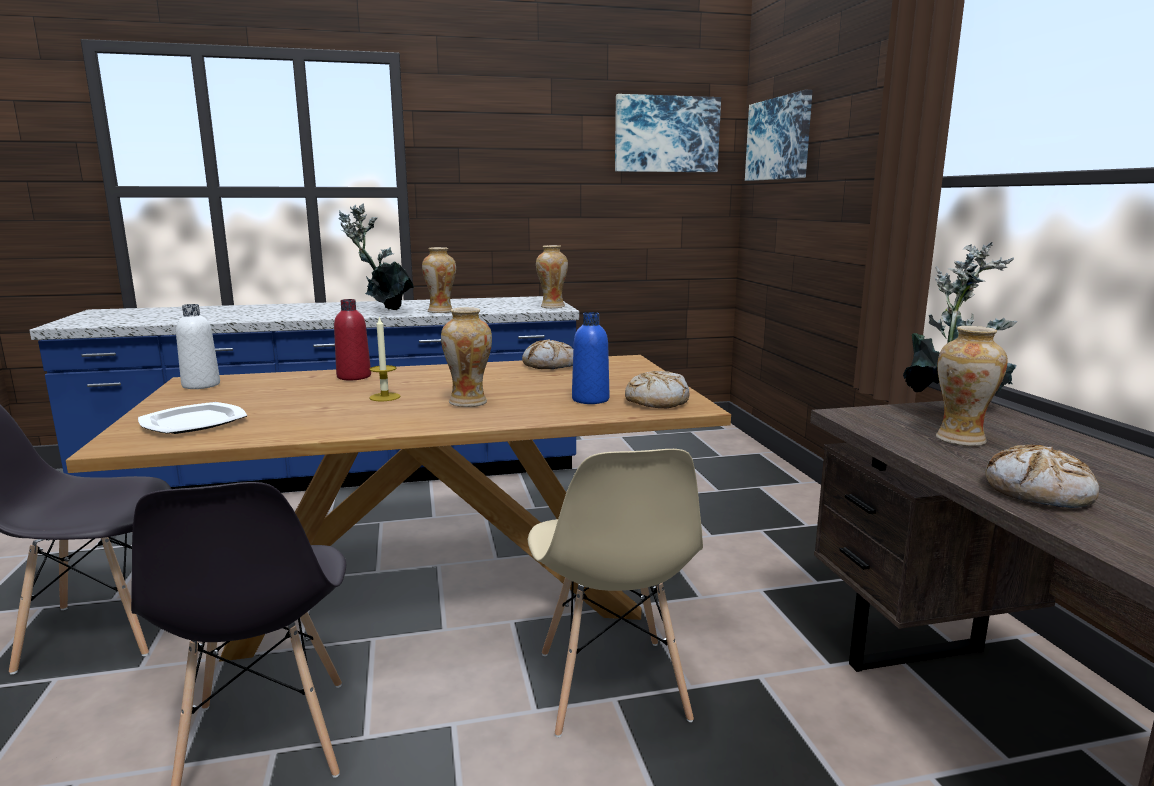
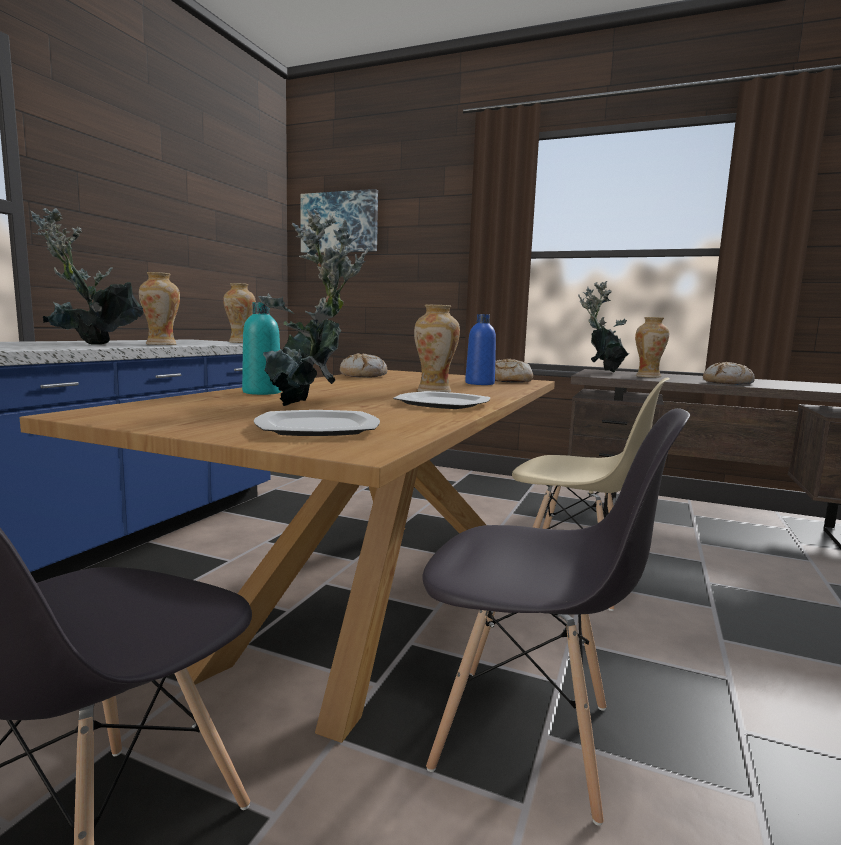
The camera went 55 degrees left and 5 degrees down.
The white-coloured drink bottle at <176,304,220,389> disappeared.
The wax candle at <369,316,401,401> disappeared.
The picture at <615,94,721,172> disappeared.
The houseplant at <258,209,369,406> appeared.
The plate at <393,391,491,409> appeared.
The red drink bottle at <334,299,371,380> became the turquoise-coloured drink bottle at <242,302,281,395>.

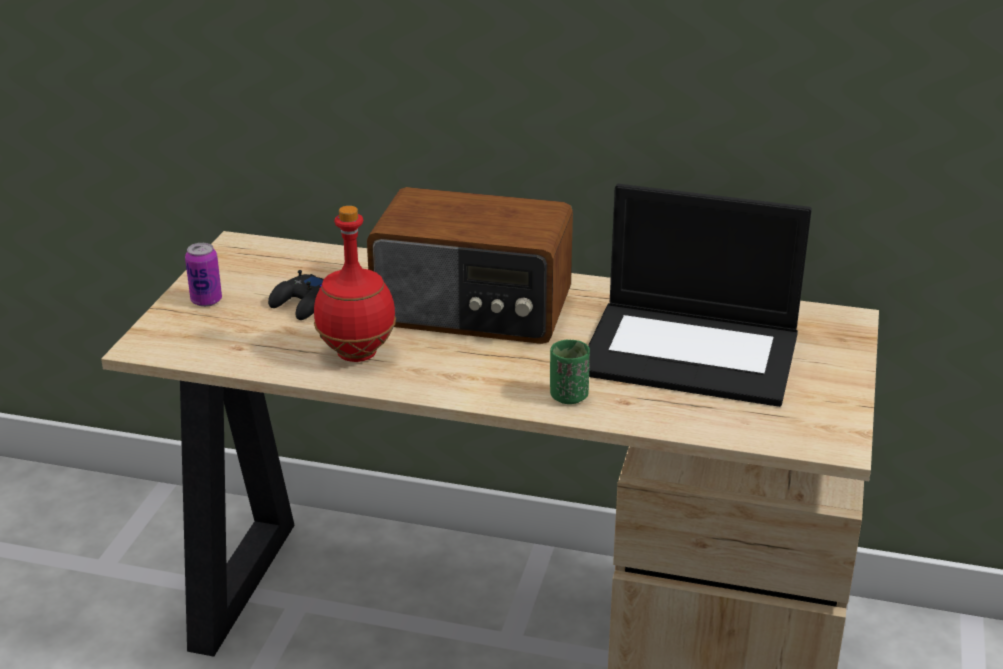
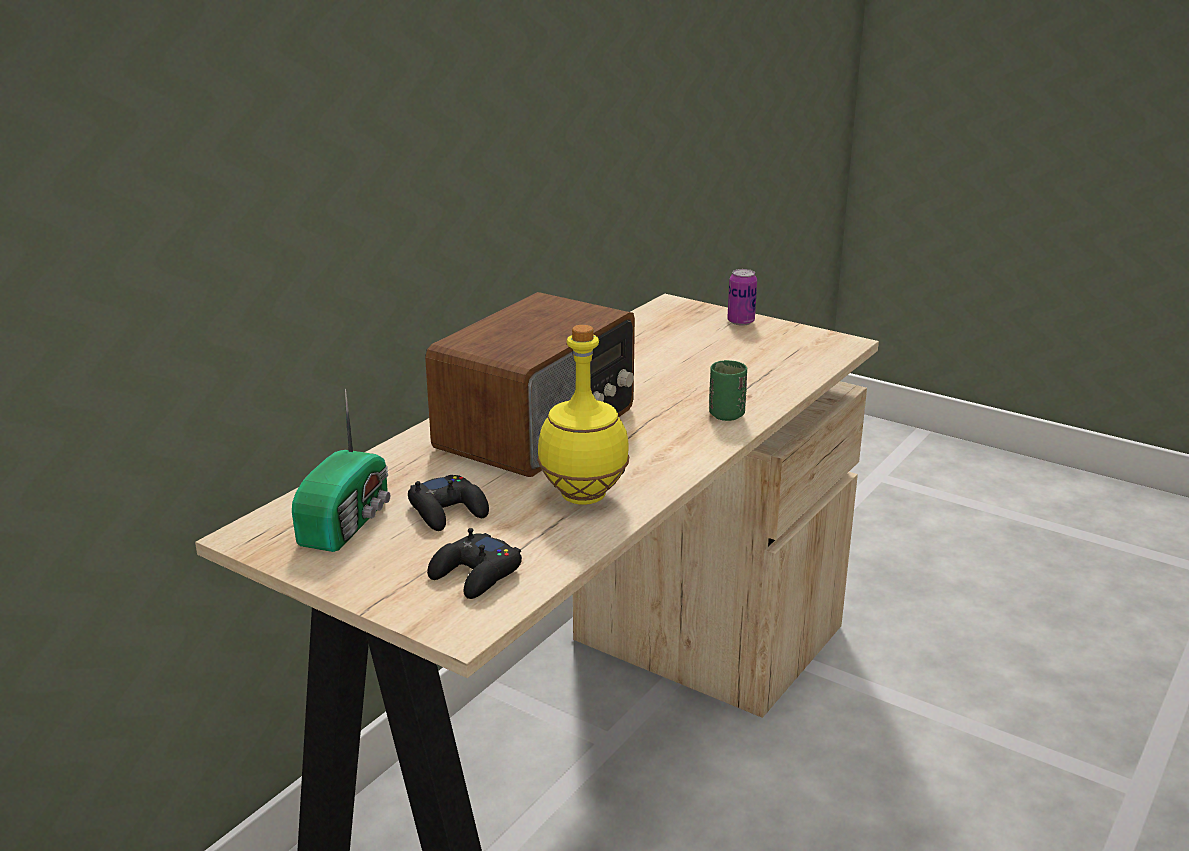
The camera went 70 degrees left and 5 degrees down.
The portable computer at <588,184,812,407> disappeared.
The radio receiver at <292,389,390,552> appeared.
The blackish joypad at <427,528,522,599> appeared.
The metal can moved from <185,243,222,307> to <727,269,757,326>.
The red drink bottle at <314,206,396,362> became the yellow-coloured drink bottle at <537,325,629,505>.

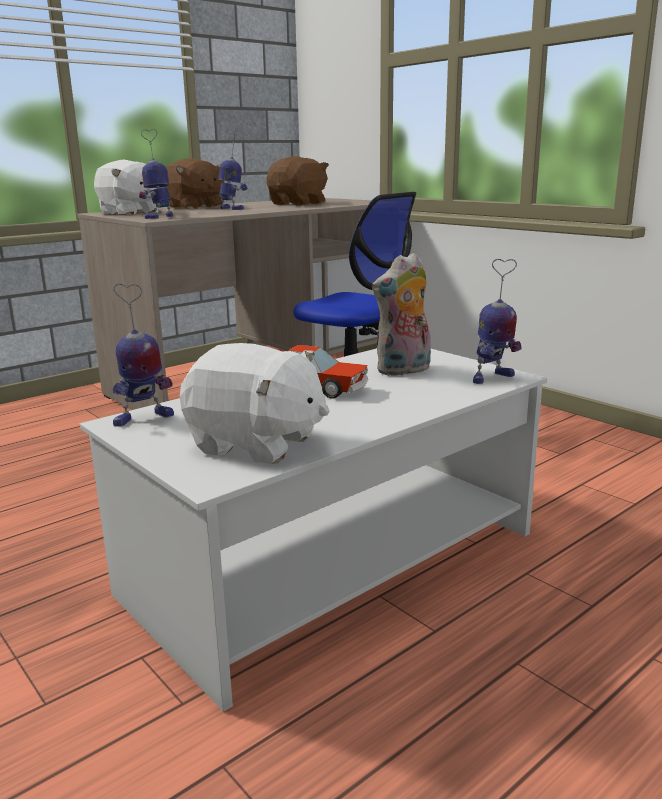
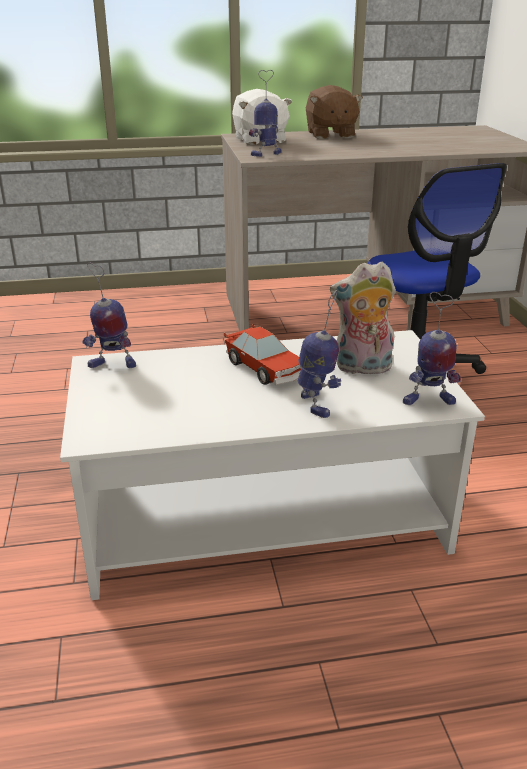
The camera went 30 degrees right and 10 degrees up.
The white-coloured plush toy at <180,343,329,464> disappeared.
The brown-coloured plush toy at <266,156,329,206> disappeared.
The model robot moved from <218,131,247,210> to <297,290,341,418>.

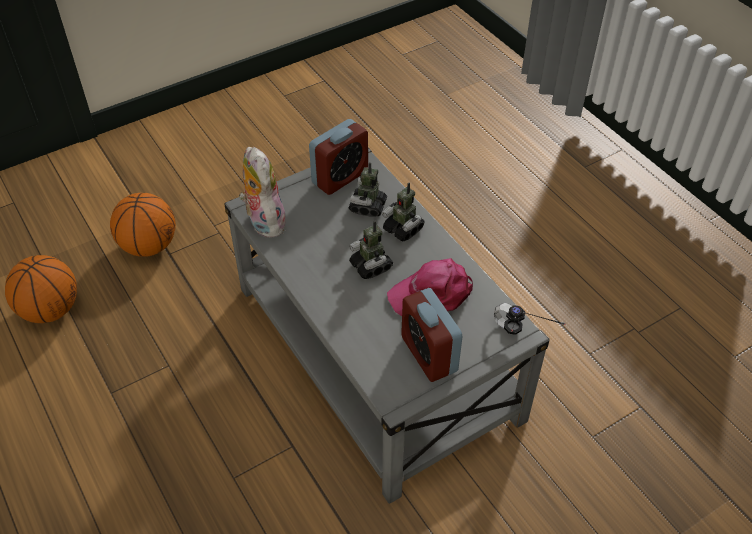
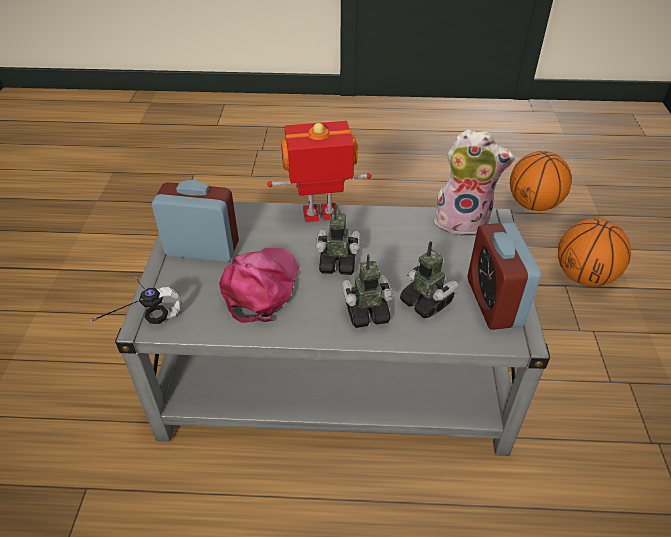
The camera went 125 degrees right and 5 degrees down.
The model robot at <267,121,372,222> appeared.

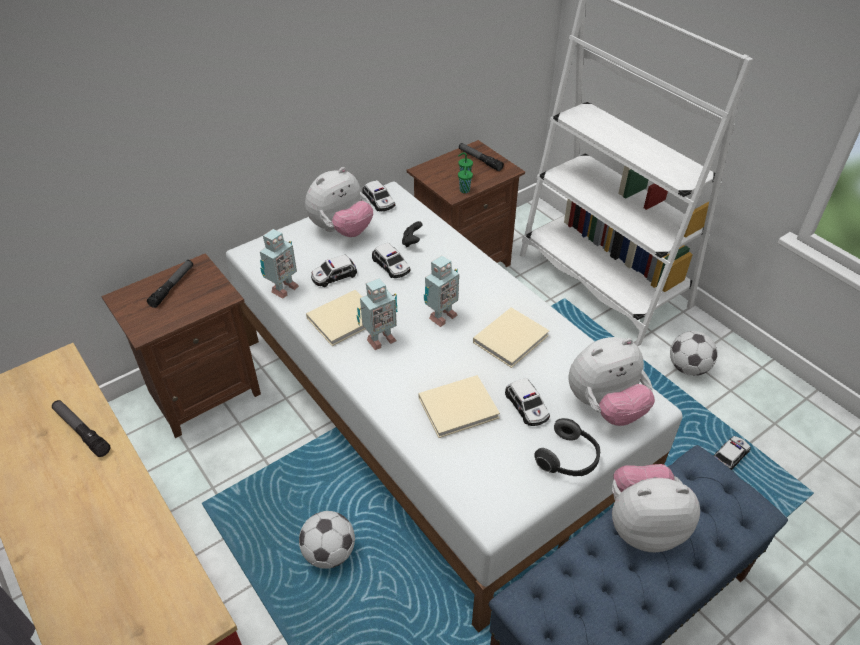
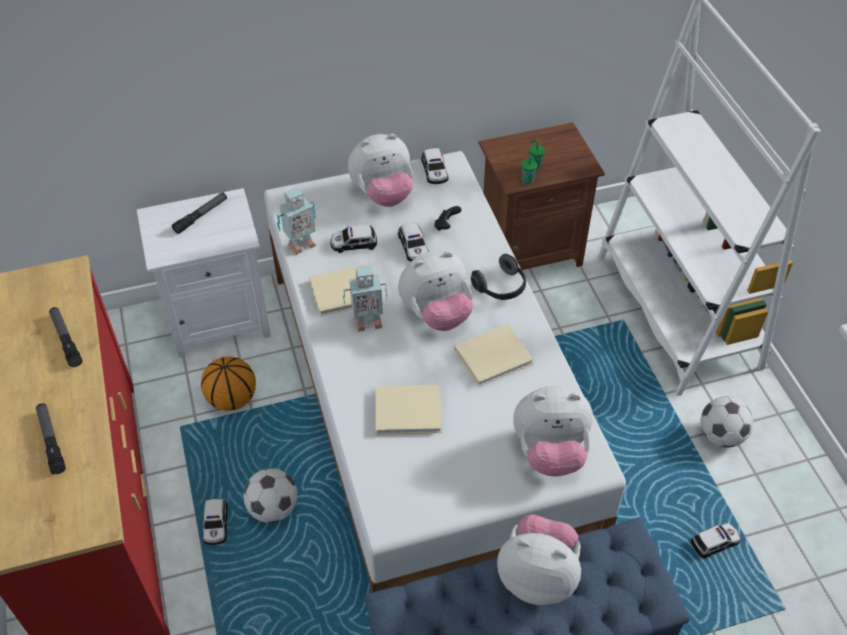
The camera went 20 degrees right and 5 degrees up.
The ball for basketball at <201,356,256,411> appeared.
The torch moved from <459,143,504,171> to <36,403,66,474>.
The toy car moved from <505,378,550,426> to <202,499,228,545>.
The headset moved from <534,418,600,476> to <471,254,526,300>.
The model robot at <424,255,459,327> was replaced by the plush toy at <398,251,473,331>.
The brown-coloured nightstand at <101,253,261,438> became the white-coloured nightstand at <137,188,271,358>.

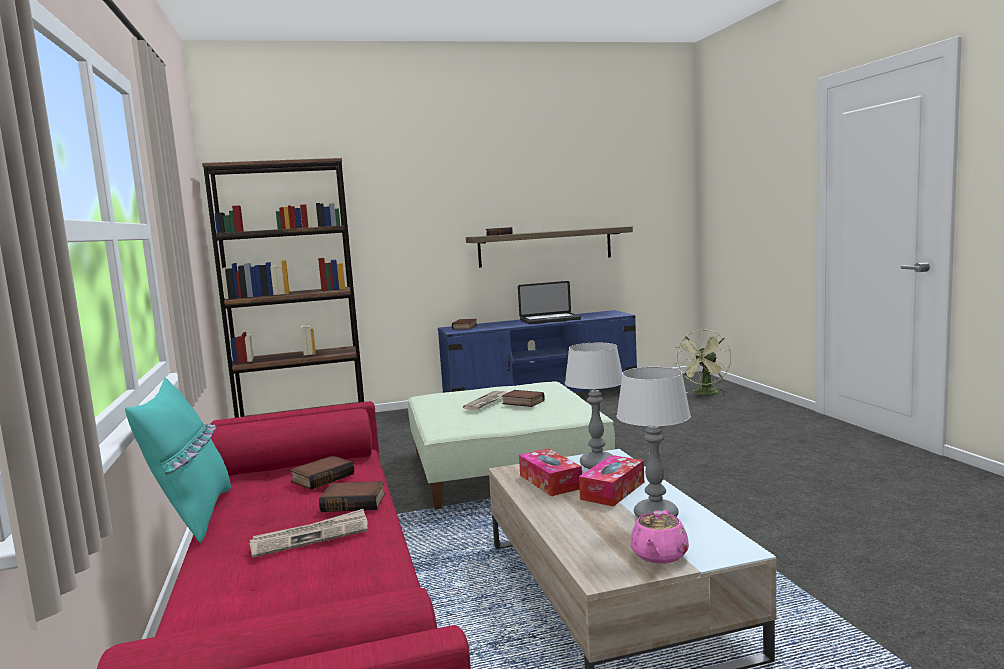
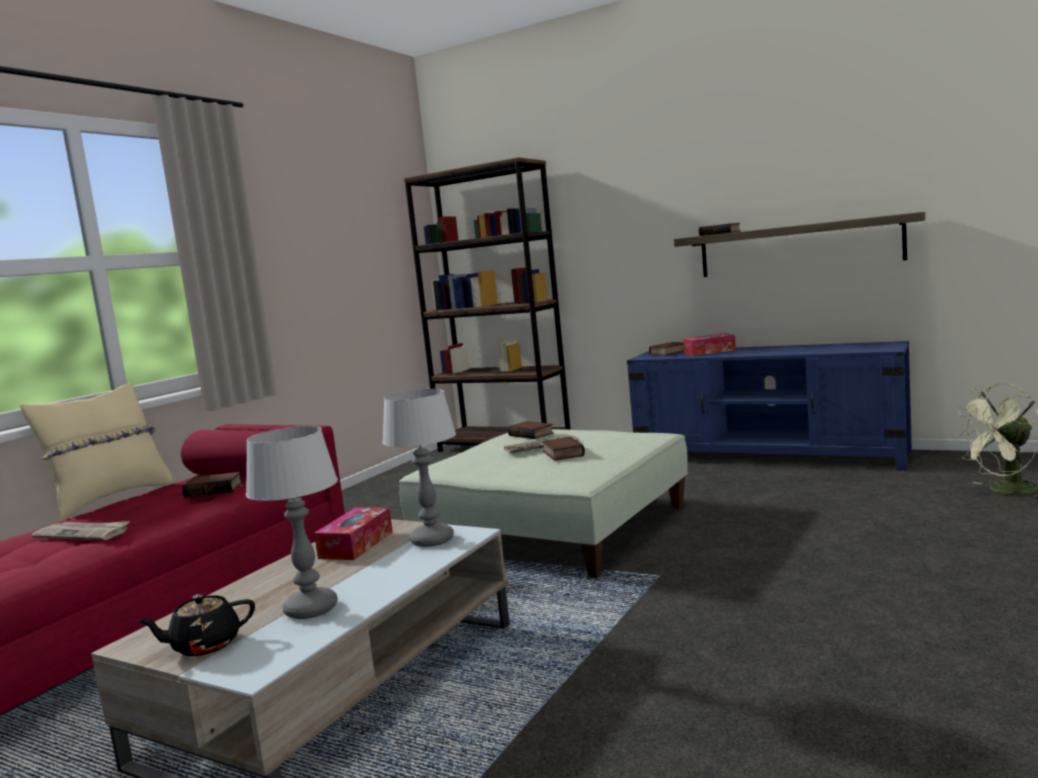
The camera went 45 degrees right and 0 degrees up.
The portable computer at <518,281,581,324> disappeared.
The bound book moved from <319,481,385,512> to <508,421,554,439>.
The tissue box moved from <579,455,644,507> to <683,333,736,356>.
The turquoise-coloured throw pillow at <125,378,231,543> became the sand-coloured throw pillow at <20,383,173,519>.
The pink pot for tea at <630,510,689,564> became the blackish pot for tea at <137,594,255,656>.

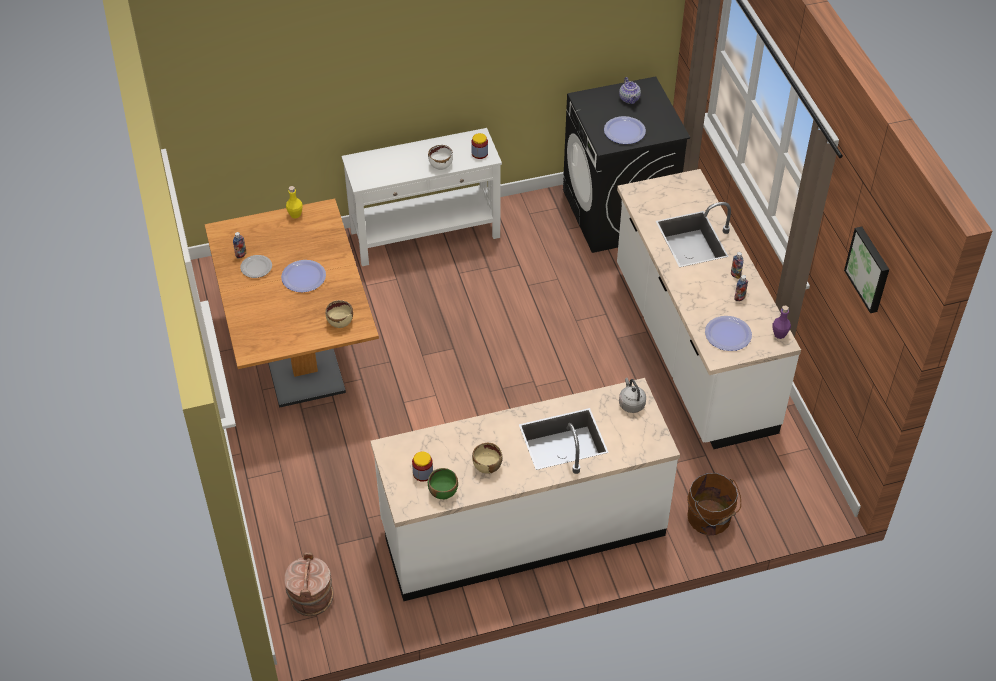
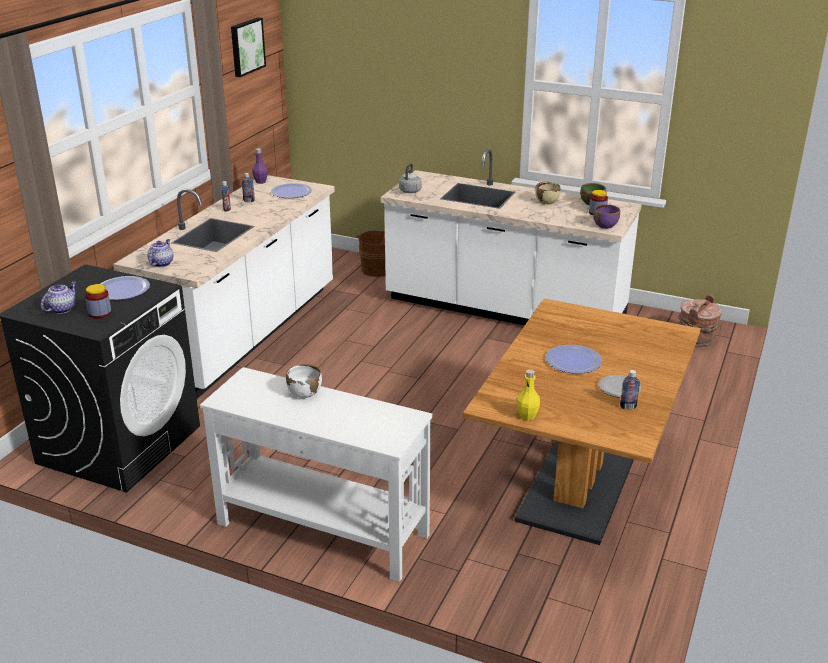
The camera went 140 degrees left and 20 degrees down.
The sand-coloured bowl at <325,300,353,328> disappeared.
The pot for tea at <147,239,173,267> appeared.
The purplish bowl at <593,204,620,229> appeared.
The storage jar moved from <471,133,488,159> to <85,284,111,318>.

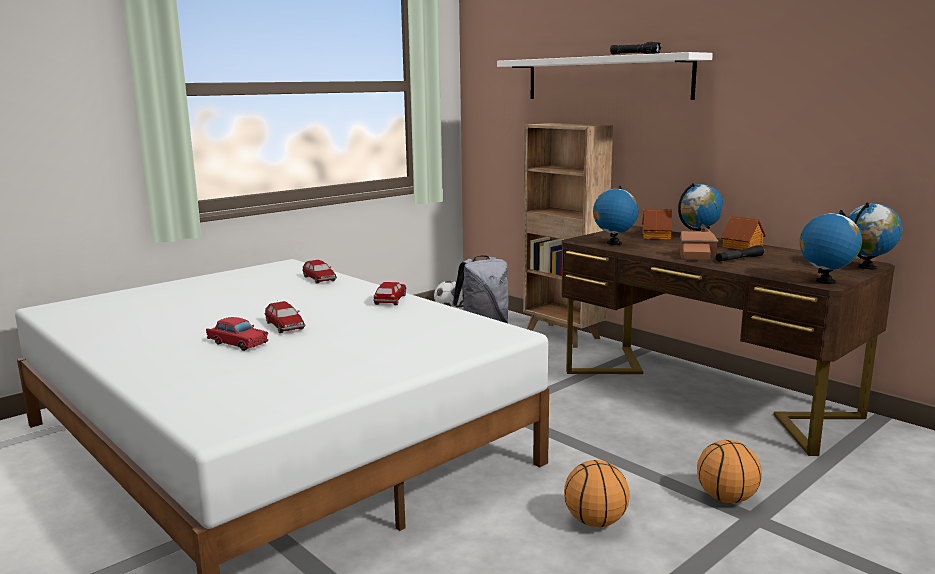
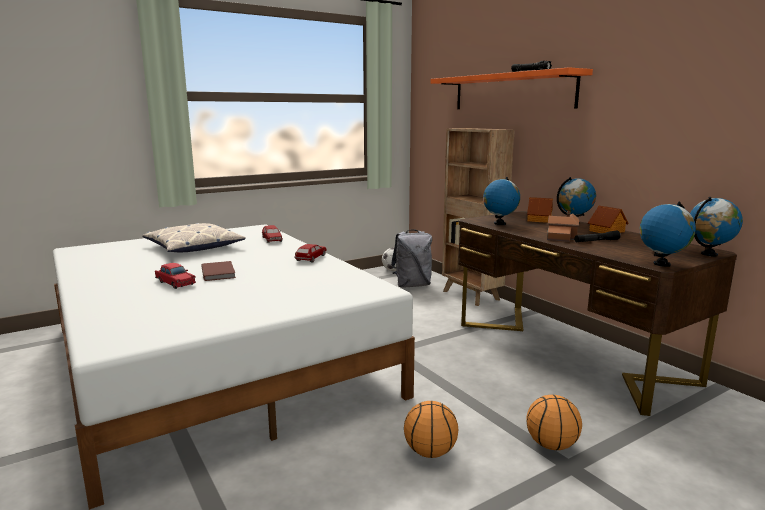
The camera went 10 degrees right and 0 degrees up.
The throw pillow at <142,223,246,252> appeared.
The toy car at <265,301,306,333> was replaced by the brown-coloured bound book at <201,261,236,281>.
The white-coloured shelf at <497,52,713,100> became the orange shelf at <430,67,593,109>.

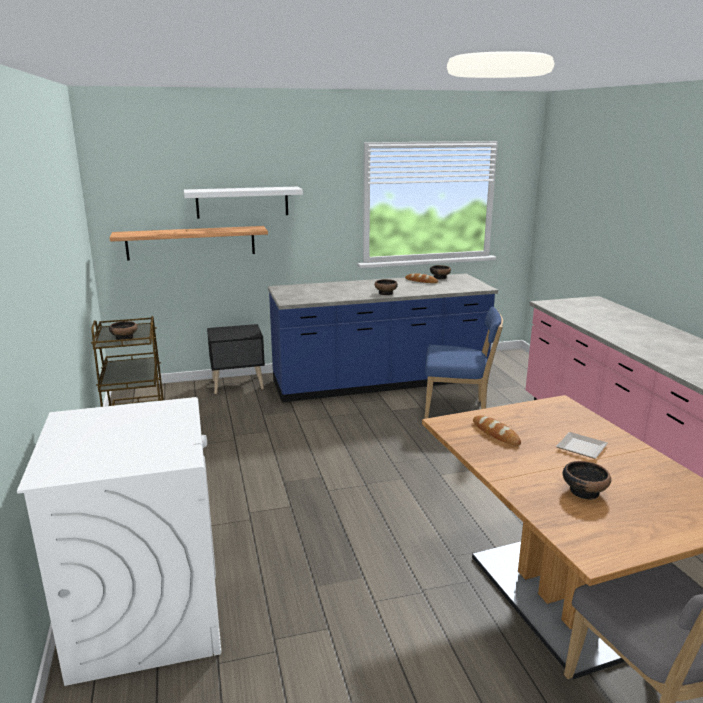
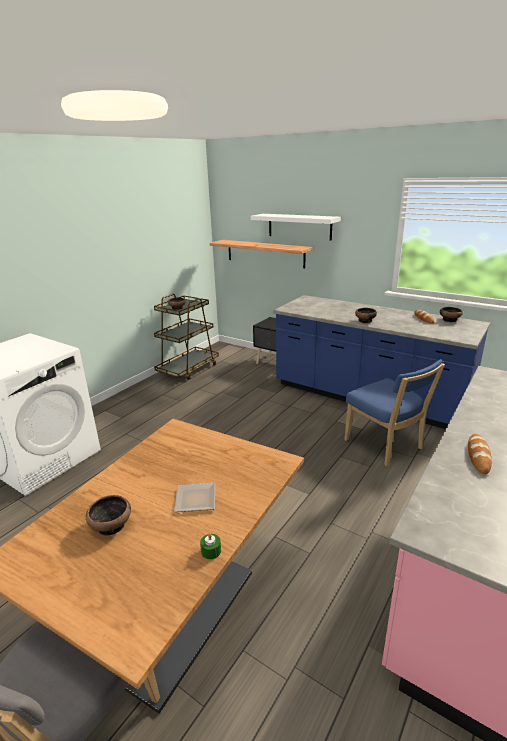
The camera went 50 degrees right and 5 degrees up.
The green-coloured wax candle at <200,533,221,559> appeared.
The bakery bread moved from <473,416,521,446> to <468,434,492,475>.

